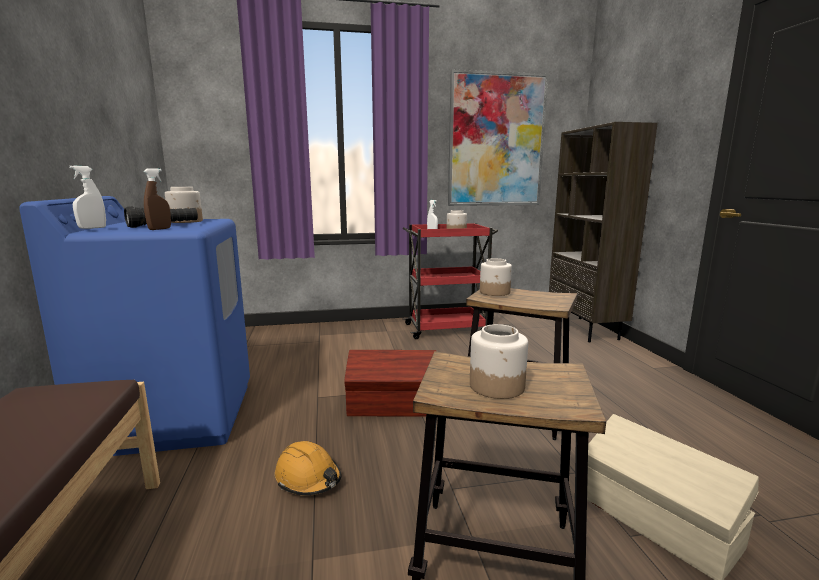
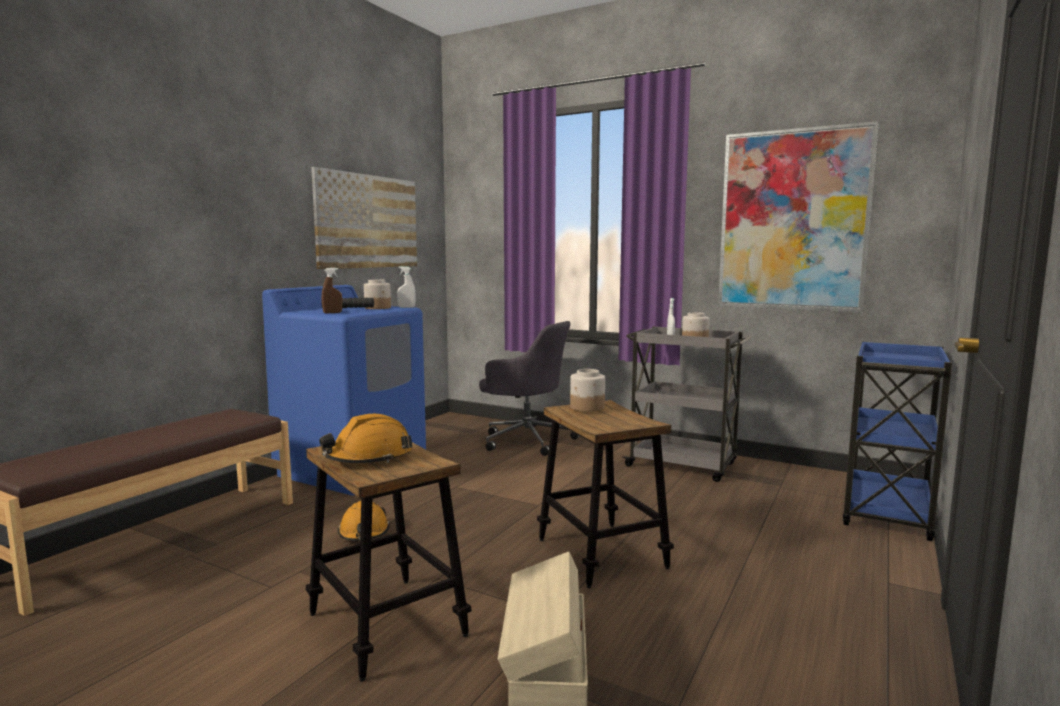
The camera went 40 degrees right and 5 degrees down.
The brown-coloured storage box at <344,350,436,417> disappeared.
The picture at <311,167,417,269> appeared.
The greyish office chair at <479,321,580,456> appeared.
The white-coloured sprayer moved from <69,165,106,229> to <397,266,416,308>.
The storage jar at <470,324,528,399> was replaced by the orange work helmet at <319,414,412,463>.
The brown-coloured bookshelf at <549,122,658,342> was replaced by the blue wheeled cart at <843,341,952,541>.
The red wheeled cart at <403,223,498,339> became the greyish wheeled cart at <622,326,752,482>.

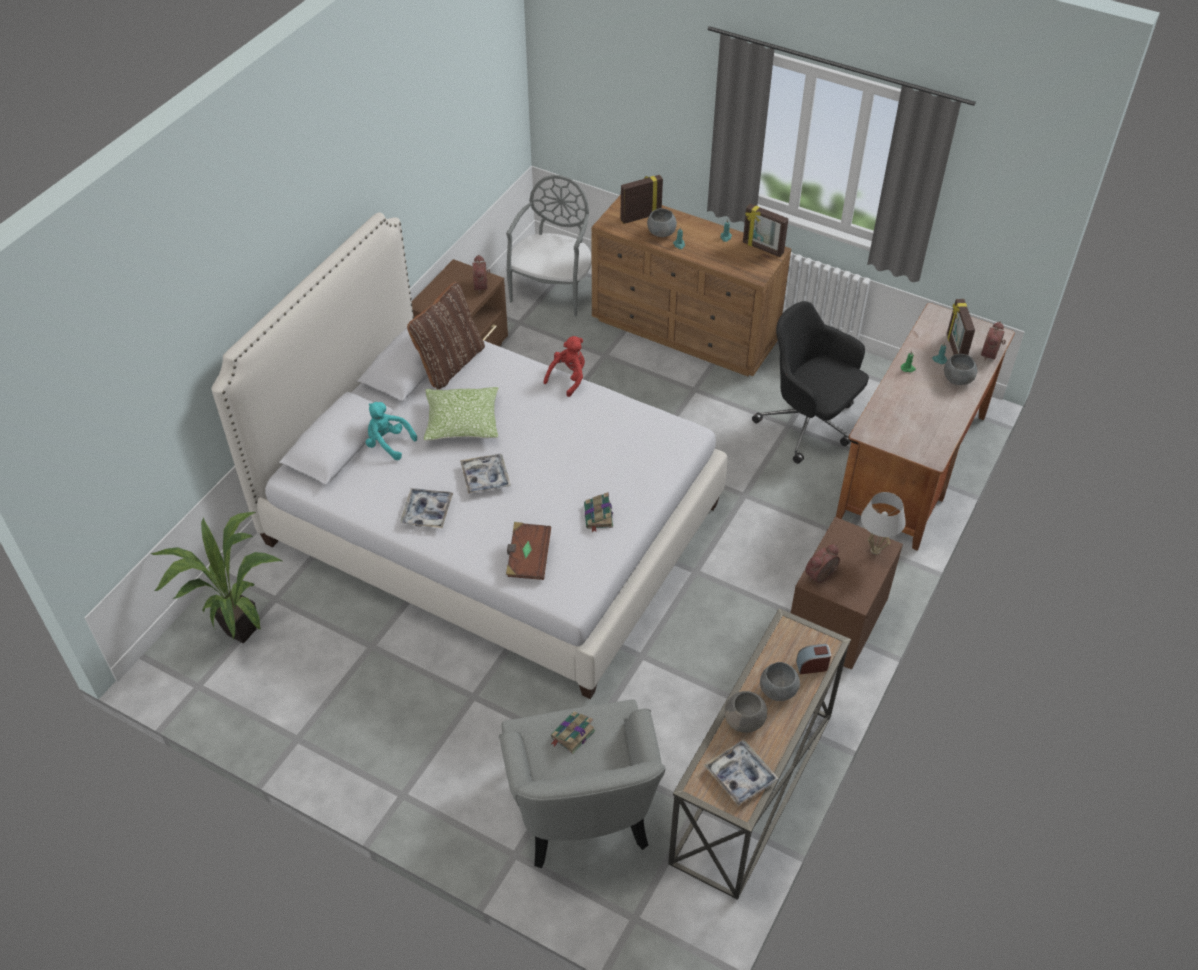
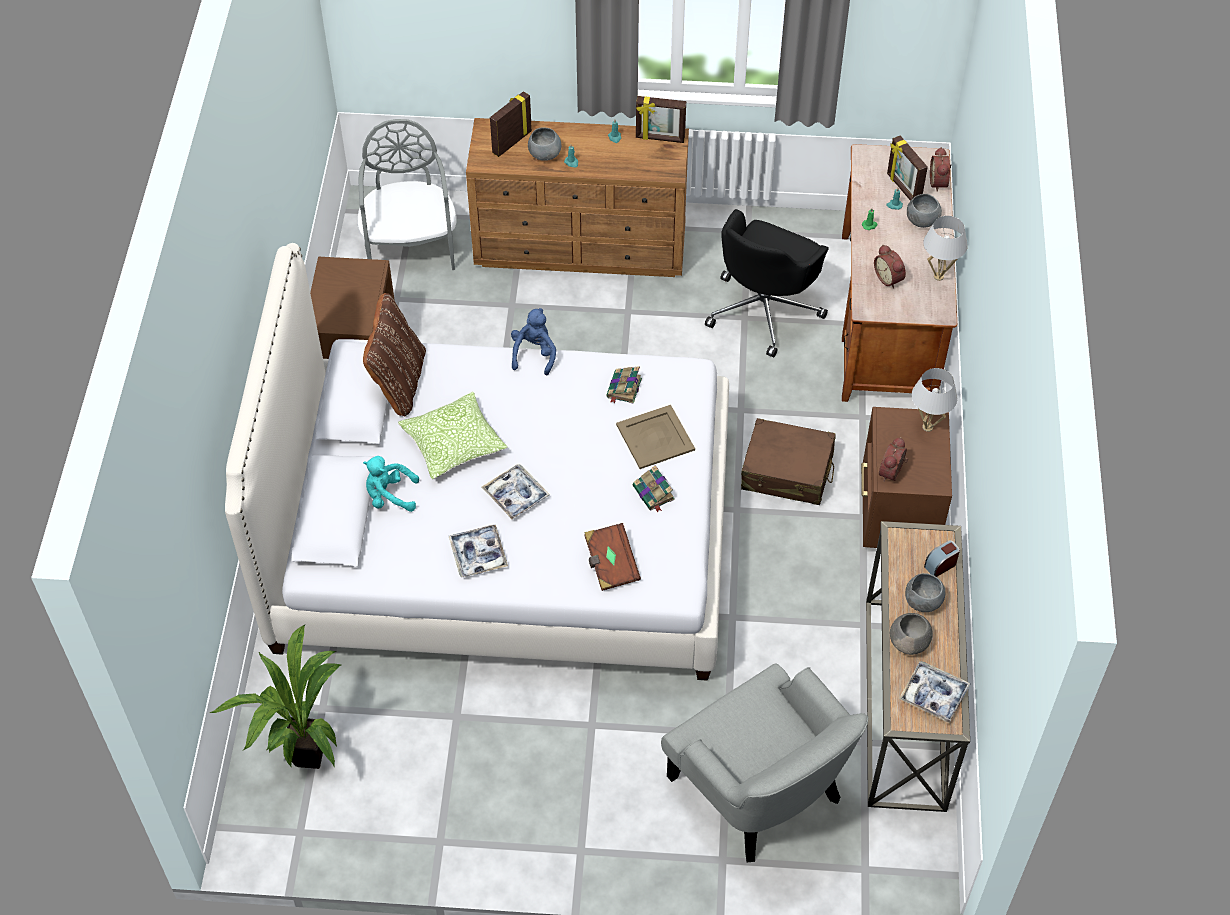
The camera went 25 degrees left and 5 degrees up.
The sand-coloured tray at <616,405,695,469> appeared.
The brown-coloured piece of luggage at <741,418,836,505> appeared.
The white-coloured lamp for a table at <923,216,968,281> appeared.
The alarm clock moved from <472,255,490,294> to <874,245,906,289>.
The bound book moved from <550,711,596,754> to <606,366,642,404>.
The red plush toy at <543,336,585,397> became the blue plush toy at <511,308,556,375>.
The blackish office chair at <752,301,869,464> turned 75 degrees counterclockwise.

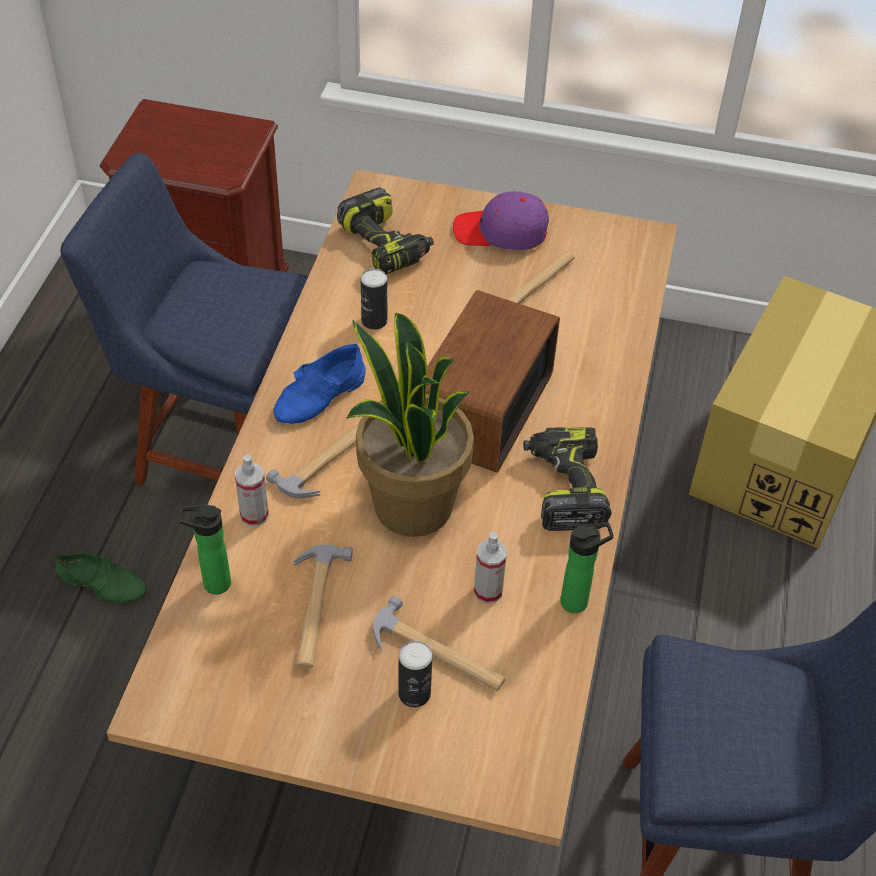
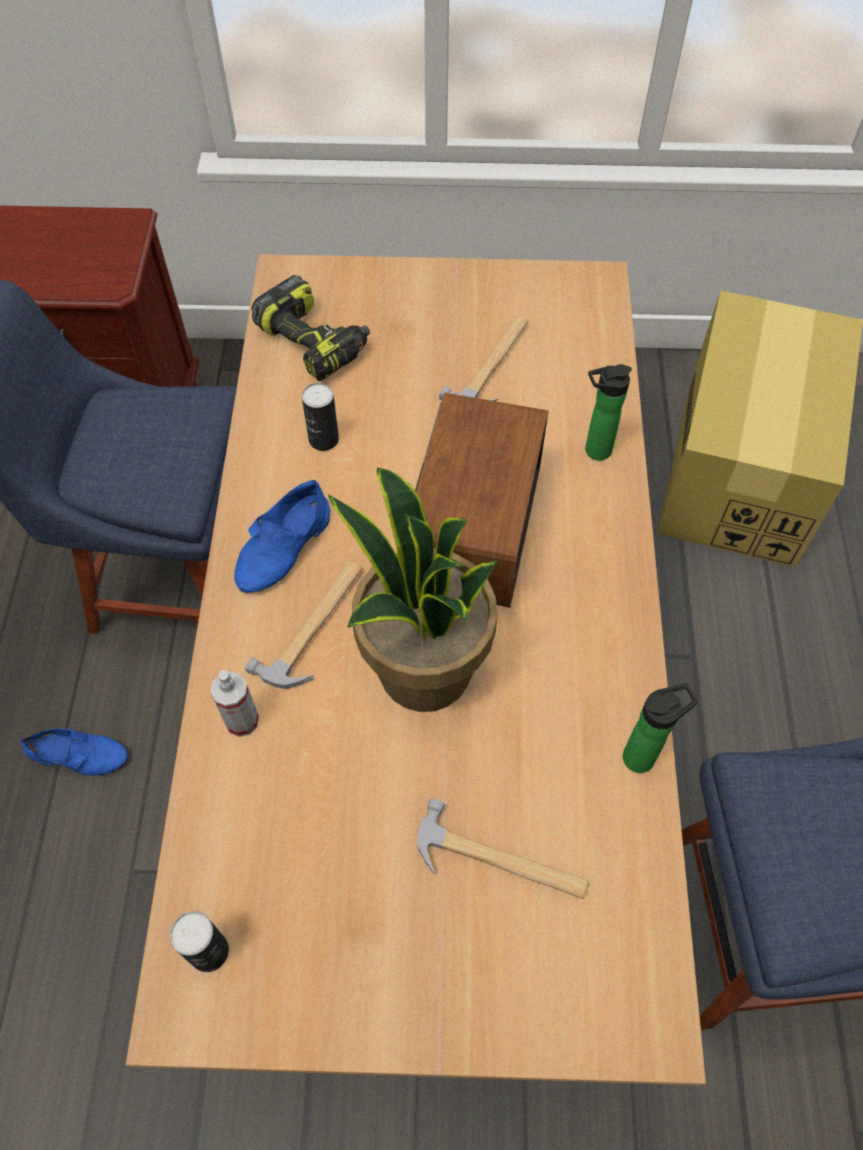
The camera went 10 degrees left and 10 degrees up.
The hand hammer at <293,544,353,668> disappeared.
The purplish cap at <453,191,549,250> disappeared.
The sprayer at <474,532,507,604> disappeared.
The electric drill at <523,427,612,531> disappeared.
The drink bottle moved from <179,505,231,594> to <585,364,632,461>.
The metal can moved from <398,641,432,707> to <170,911,229,972>.
The green-coloured shoe at <55,553,146,603> became the blue shoe at <19,729,128,776>.

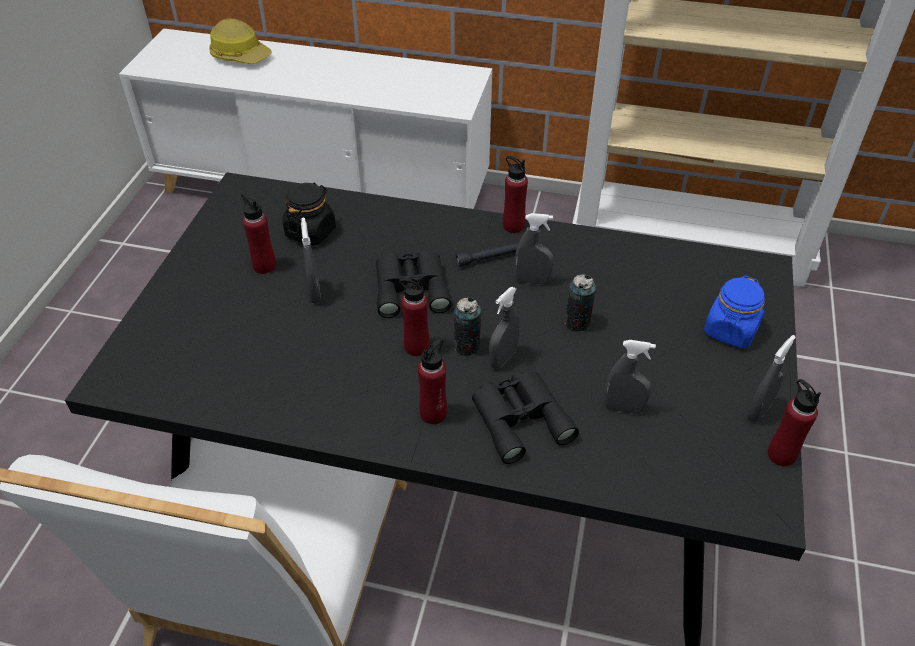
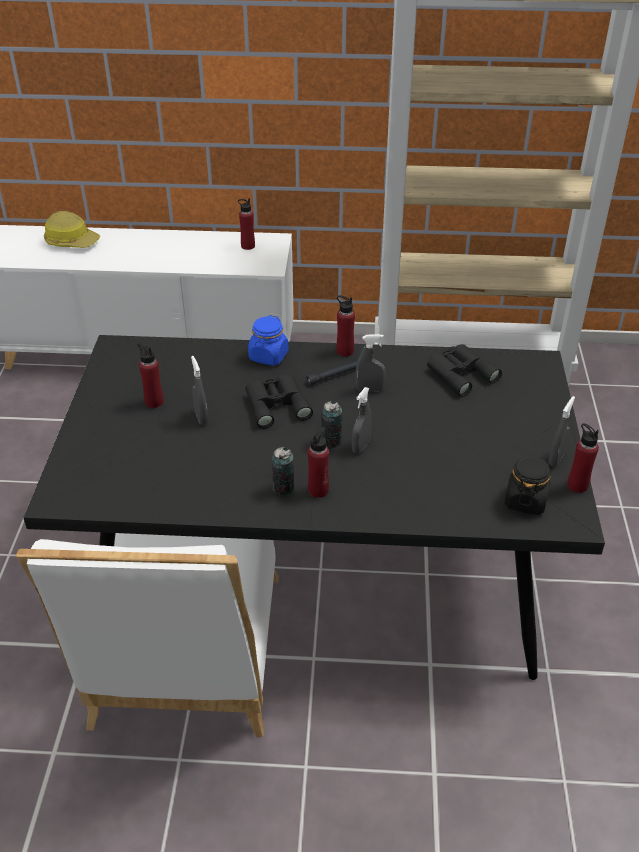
The camera went 10 degrees left and 5 degrees down.
The greyish sprayer at <604,340,656,414> disappeared.
The blackish storage jar moved from <282,182,336,246> to <504,455,551,515>.
The red drink bottle moved from <399,277,430,356> to <238,198,255,250>.
The blackish binoculars moved from <472,372,579,464> to <427,344,502,397>.
The metal can moved from <565,274,596,332> to <272,447,294,496>.
The blue storage jar moved from <704,275,765,349> to <248,315,288,366>.

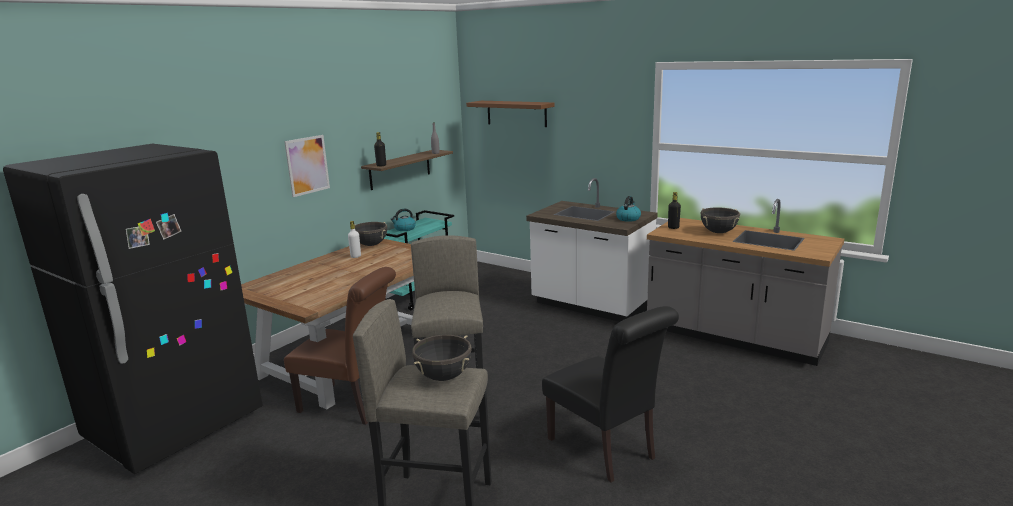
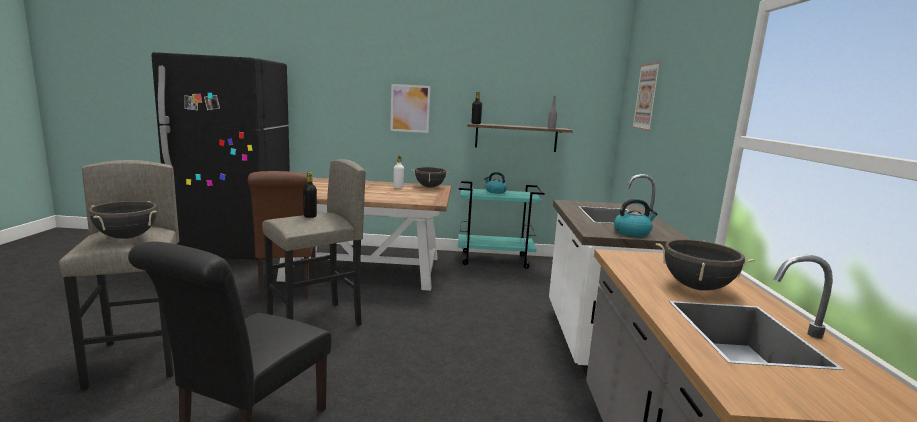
The camera went 55 degrees right and 5 degrees down.
The blackish drink bottle moved from <668,192,681,229> to <303,172,317,218>.
The brown-coloured shelf at <466,101,555,127> was replaced by the picture at <632,62,661,131>.

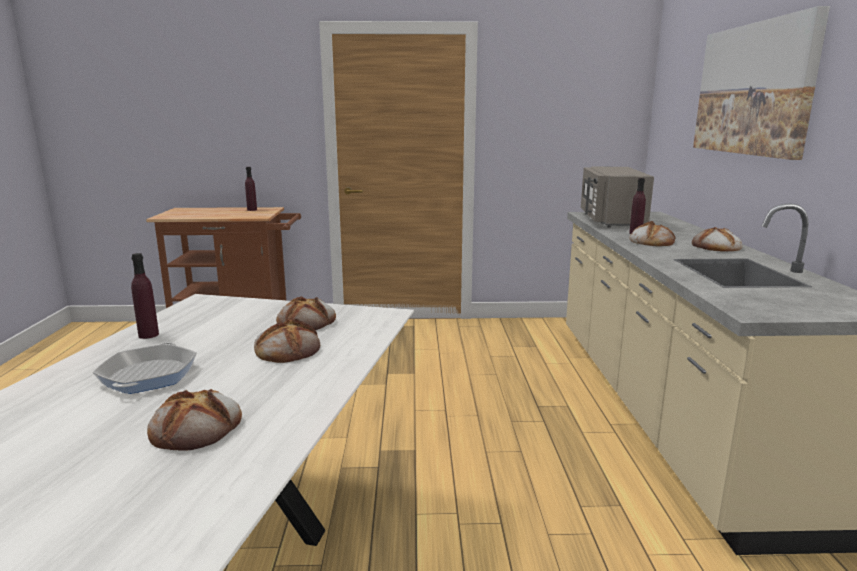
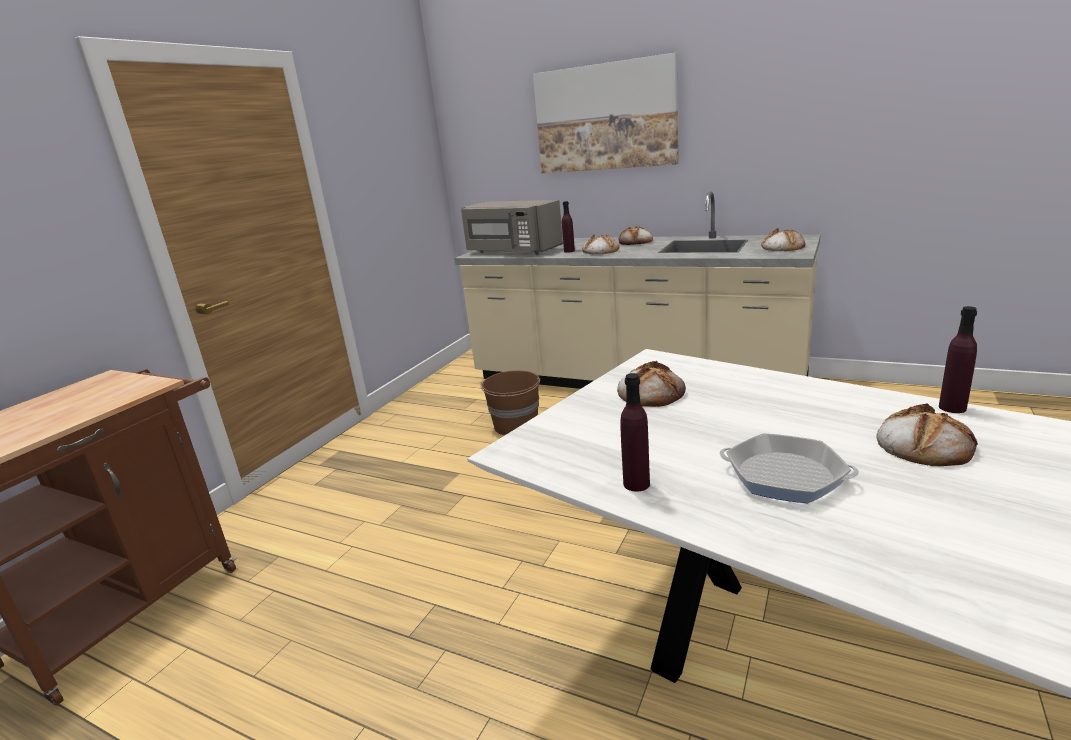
The camera went 60 degrees left and 5 degrees up.
The brown-coloured pail at <481,370,540,435> appeared.
The purplish drink bottle moved from <245,167,257,211> to <939,306,977,413>.
The bakery bread moved from <254,318,320,363> to <761,228,805,251>.

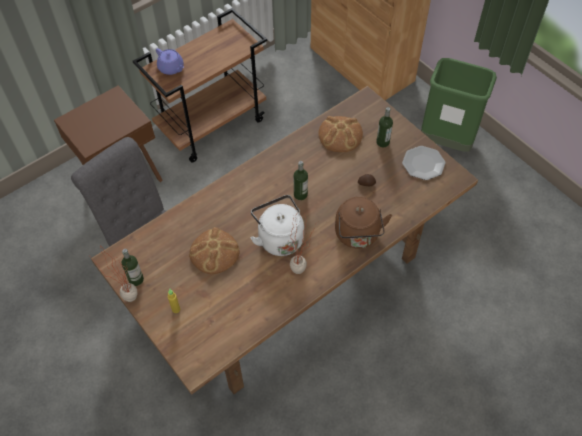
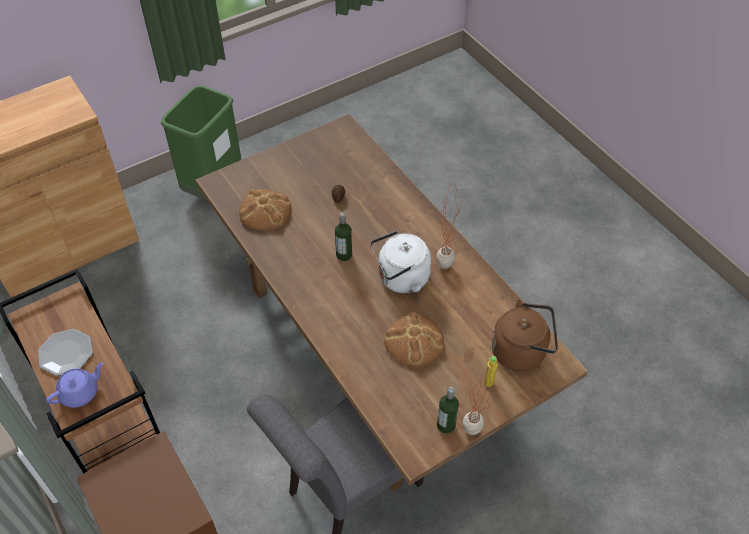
The camera went 85 degrees left and 5 degrees down.
The drink bottle at <376,107,393,147> disappeared.
The brown-coloured tea kettle moved from <335,197,392,249> to <492,300,558,371>.
The plate moved from <402,146,445,180> to <38,329,93,376>.

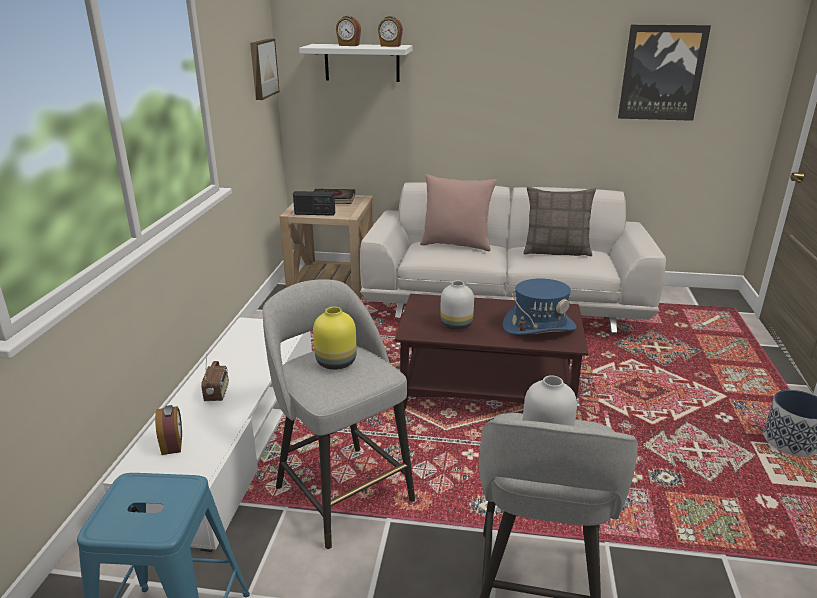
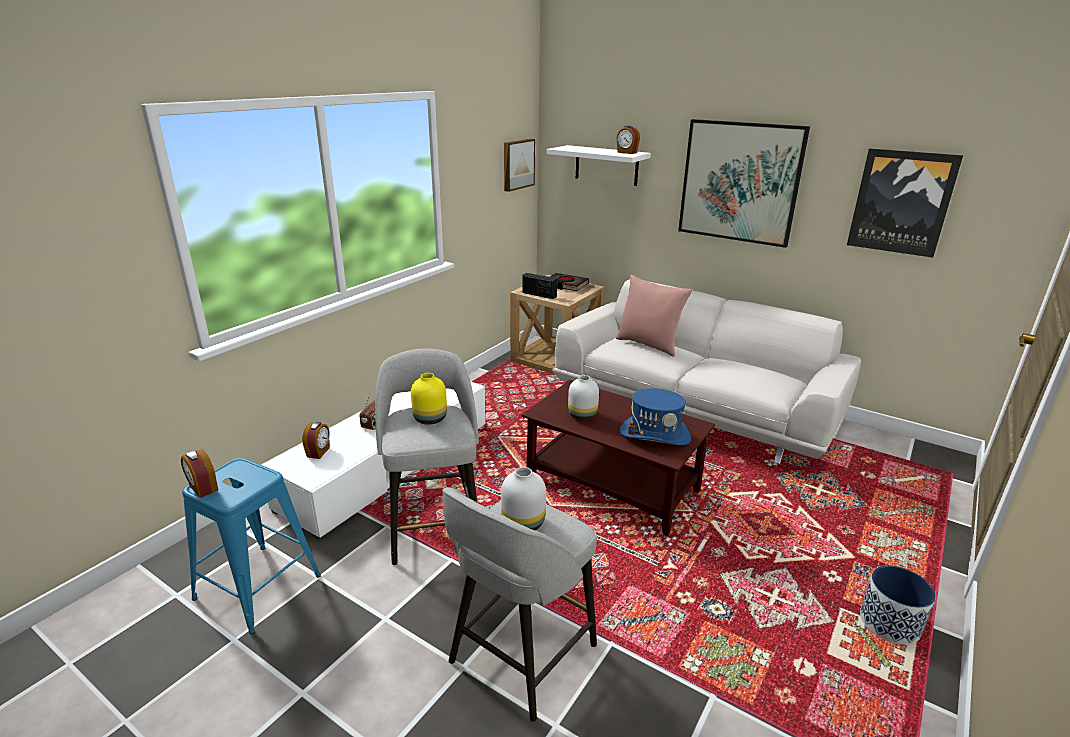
The camera went 25 degrees right and 0 degrees up.
The throw pillow at <523,186,596,256> disappeared.
The picture at <678,119,810,248> appeared.
The alarm clock moved from <336,16,361,46> to <181,449,218,498>.

